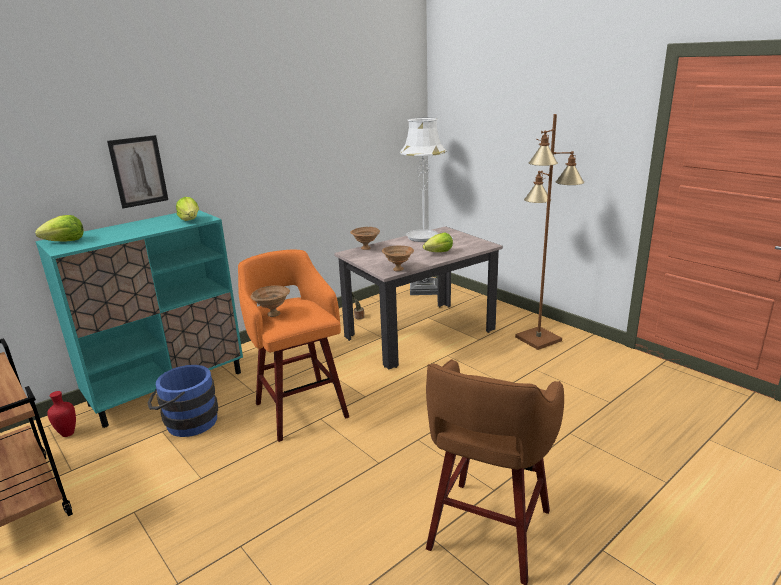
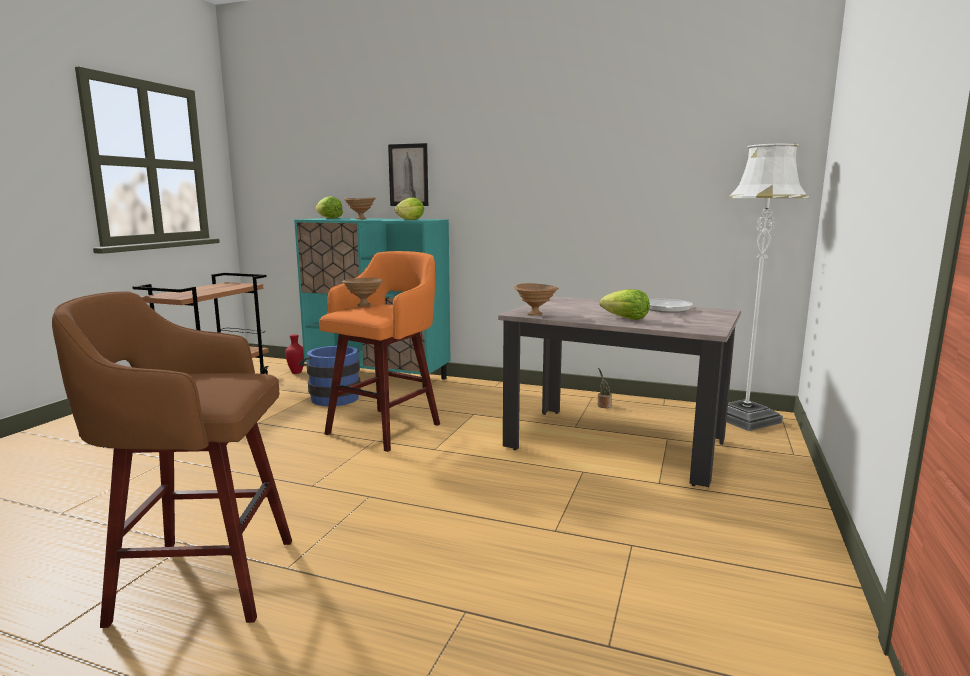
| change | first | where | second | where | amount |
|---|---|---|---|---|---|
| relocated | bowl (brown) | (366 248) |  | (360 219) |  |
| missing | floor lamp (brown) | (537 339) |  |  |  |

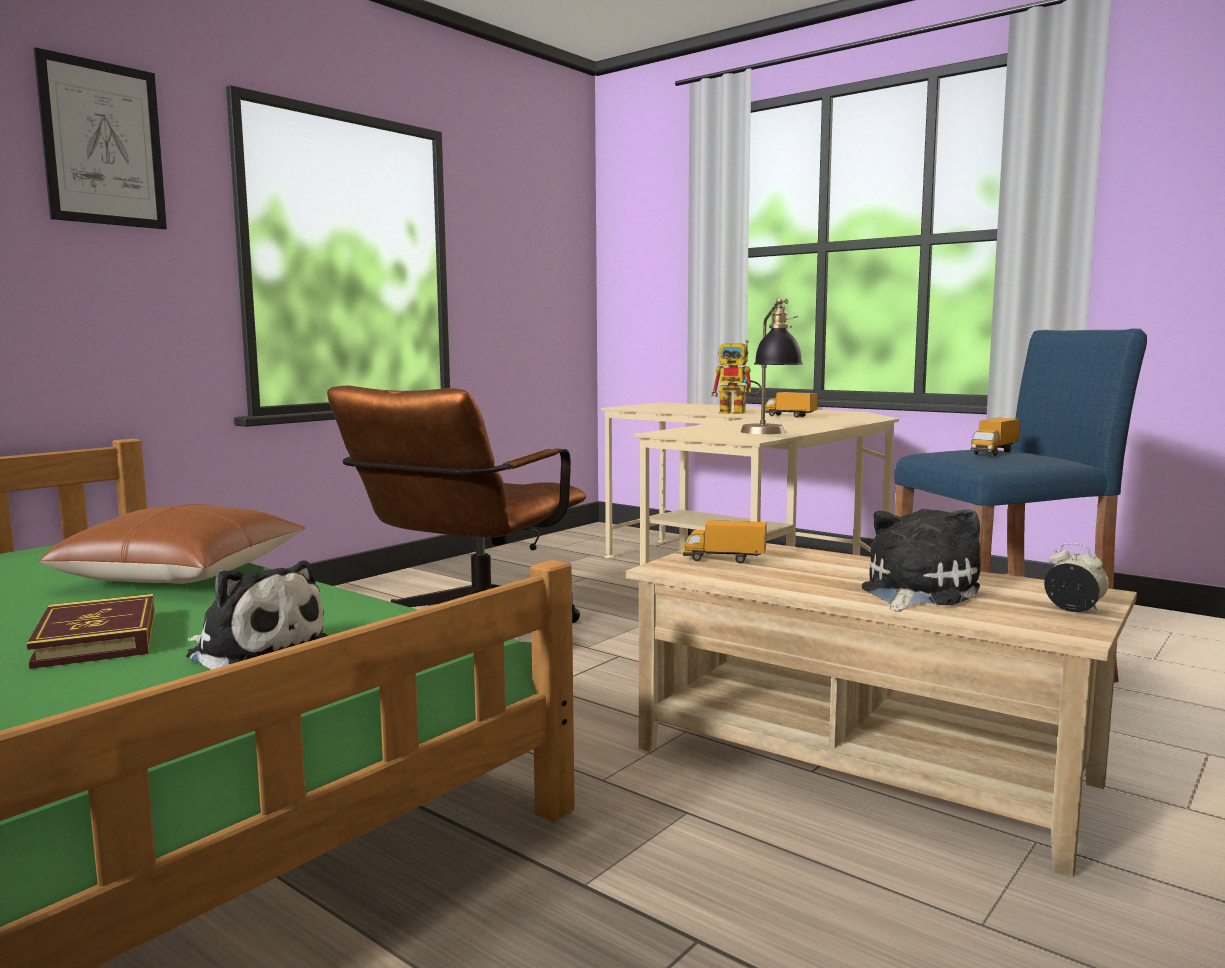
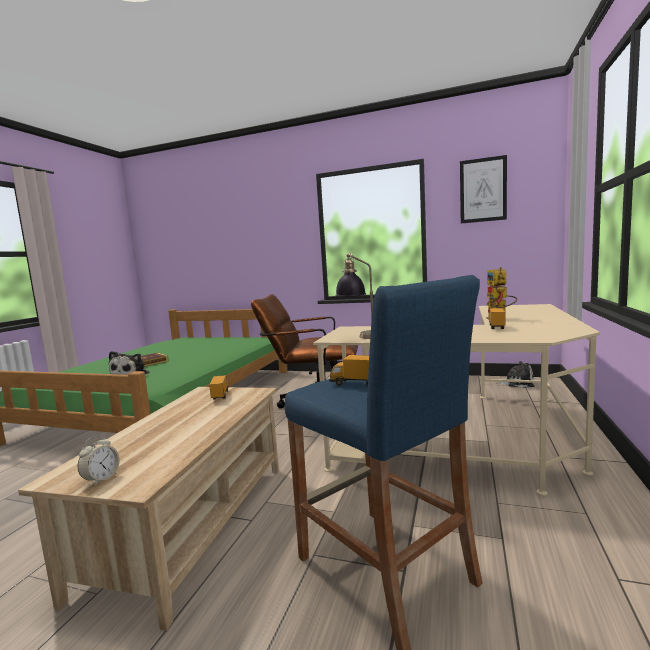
| change | first | where | second | where | amount |
|---|---|---|---|---|---|
| relocated | picture | (103 144) |  | (483 190) |  |
| missing | pillow (brown) | (184 574) |  |  |  |
| relocated | plush toy | (915 592) |  | (517 383) |  |

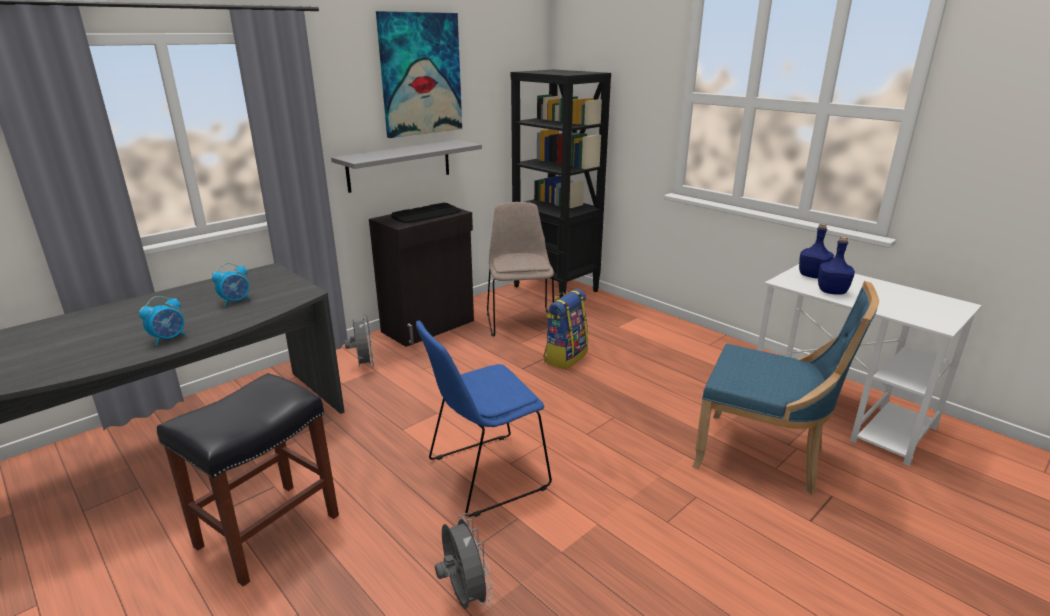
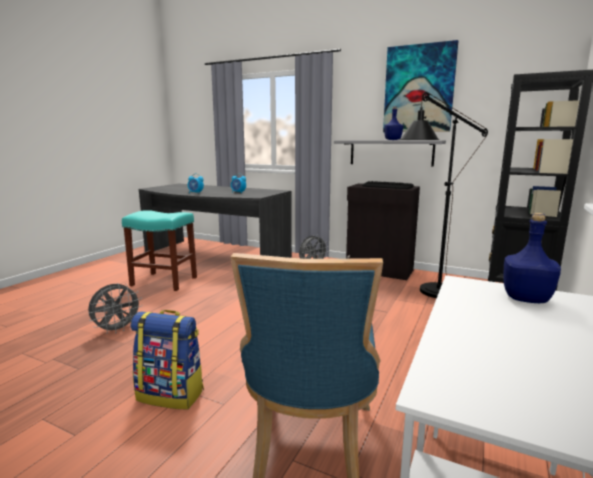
| change | first | where | second | where | amount |
|---|---|---|---|---|---|
| colour | stool (black) | (267 532) | stool (turquoise) | (163 281) |  |
| missing | chair (blue) | (484 475) |  |  |  |
| exchanged | chair (beige) | (520 321) | floor lamp (black) | (430 293) |  |
| relocated | backpack | (565 357) |  | (171 394) |  |
| relocated | bottle (blue) | (831 291) |  | (392 140) |  |

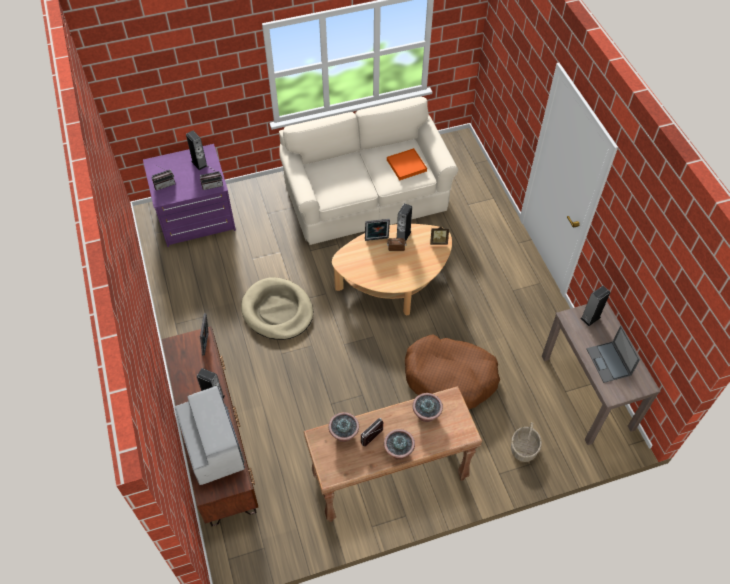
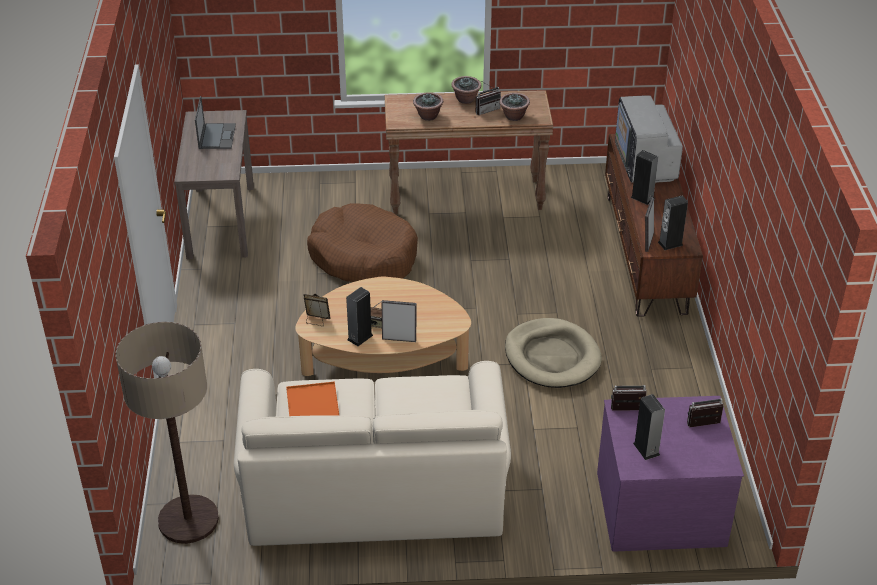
| change | first | where | second | where | amount |
|---|---|---|---|---|---|
| missing | basket | (524 449) |  |  |  |
| relocated | speaker | (590 317) |  | (670 243) |  |
| appeared |  |  | floor lamp | (188 520) |  |

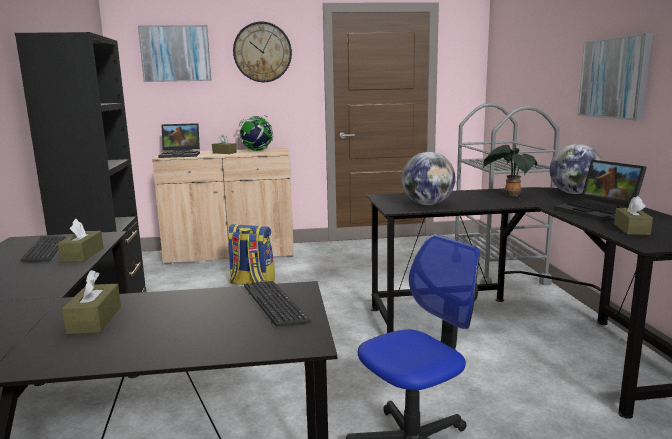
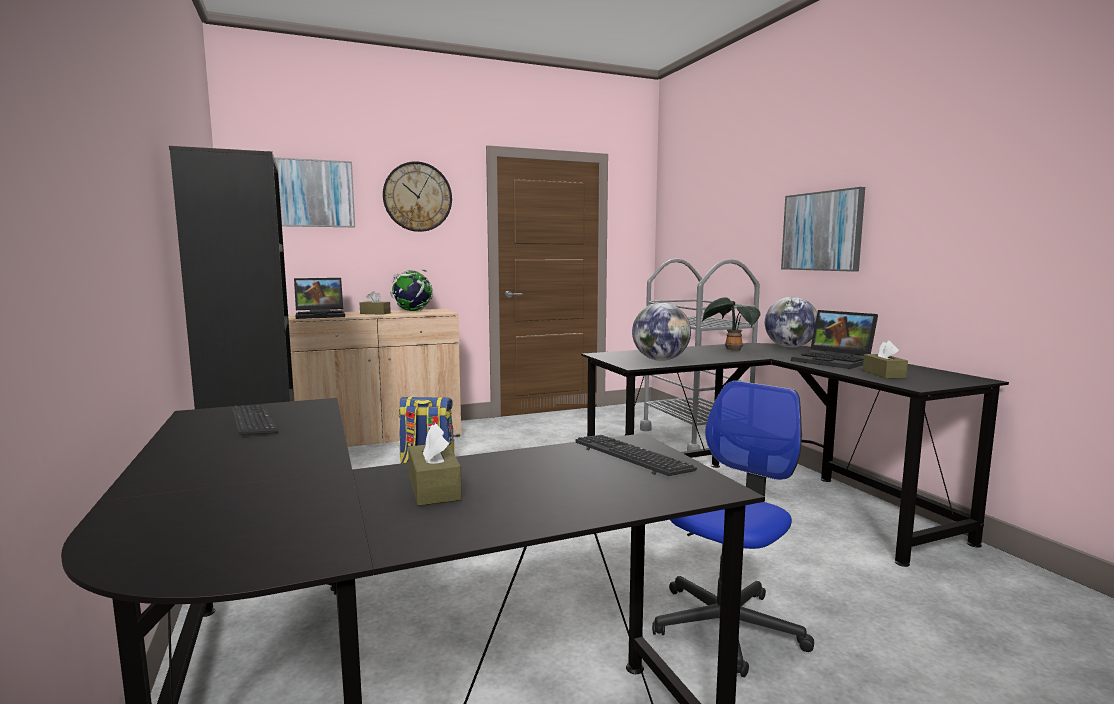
| change | first | where | second | where | amount |
|---|---|---|---|---|---|
| missing | tissue box (brown) | (82 255) |  |  |  |

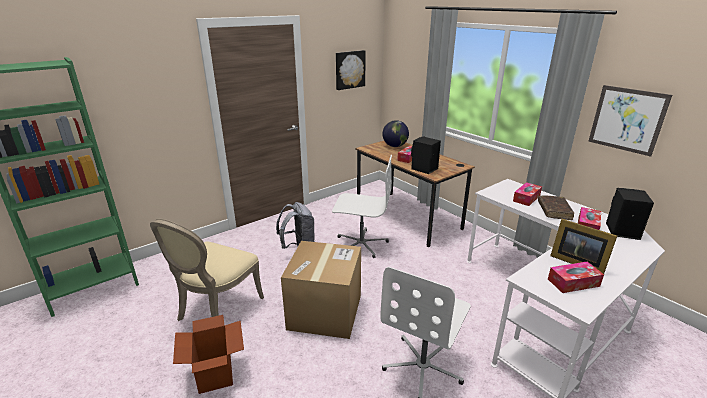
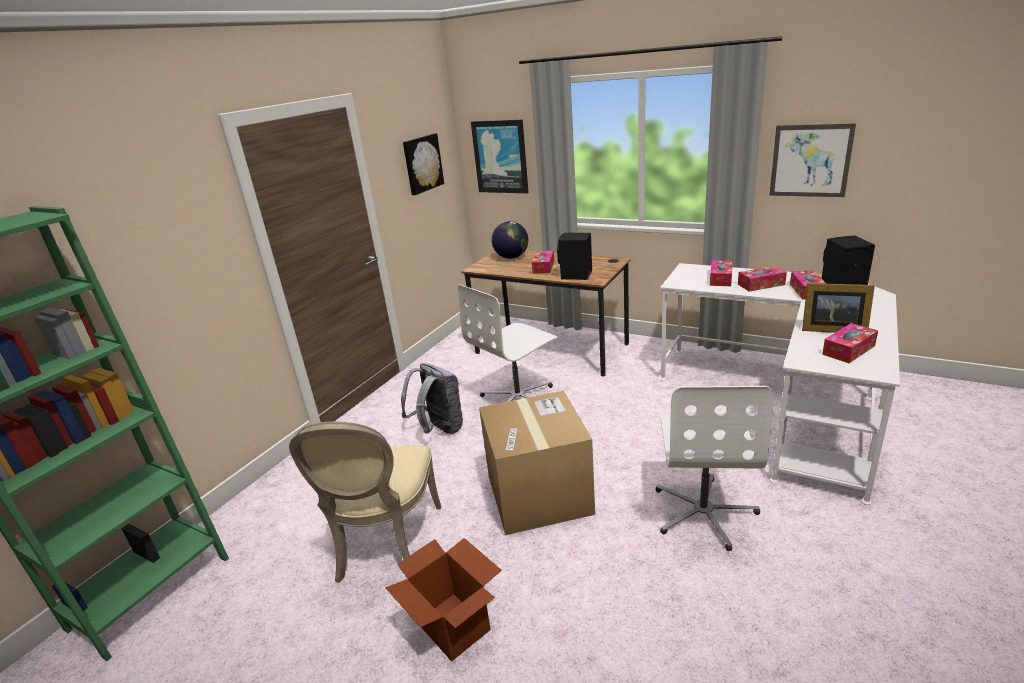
| change | first | where | second | where | amount |
|---|---|---|---|---|---|
| spun | office chair (white) | (361 244) |  | (518 397) | 150 degrees clockwise |
| exchanged | book (brown) | (554 211) | tissue box | (761 284) |  |
| appeared |  |  | picture | (500 157) |  |

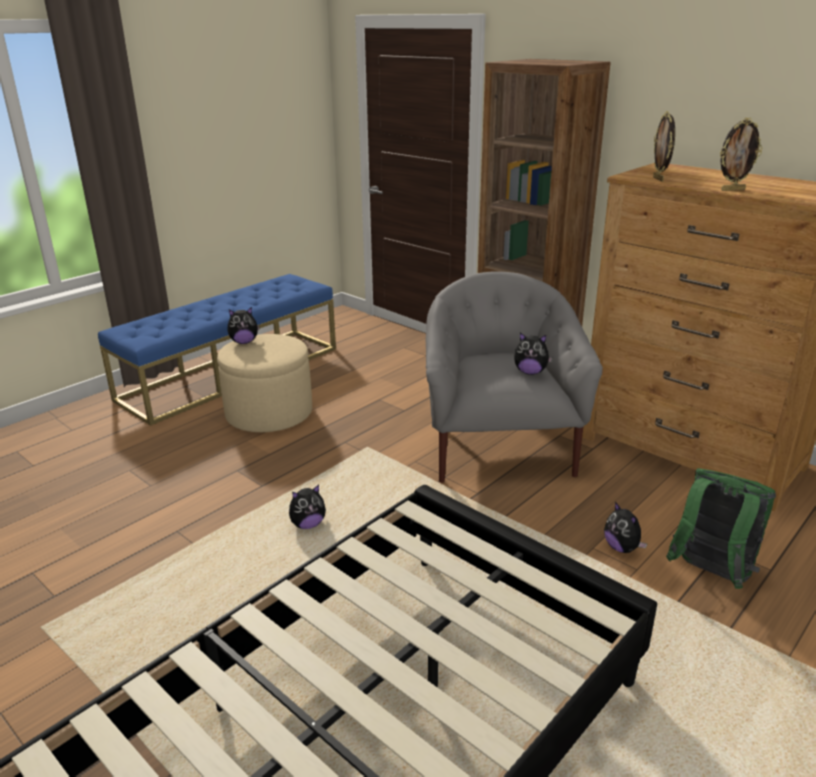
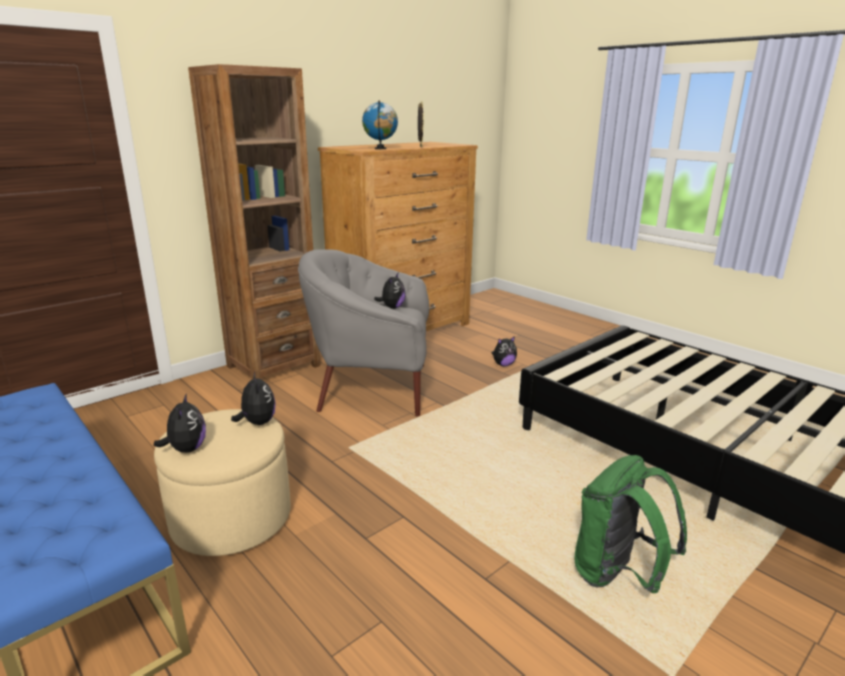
| change | first | where | second | where | amount |
|---|---|---|---|---|---|
| relocated | plush toy | (307 524) |  | (257 422) |  |
| exchanged | picture frame | (659 179) | globe | (380 149) |  |
| relocated | backpack (green) | (710 574) |  | (617 575) |  |

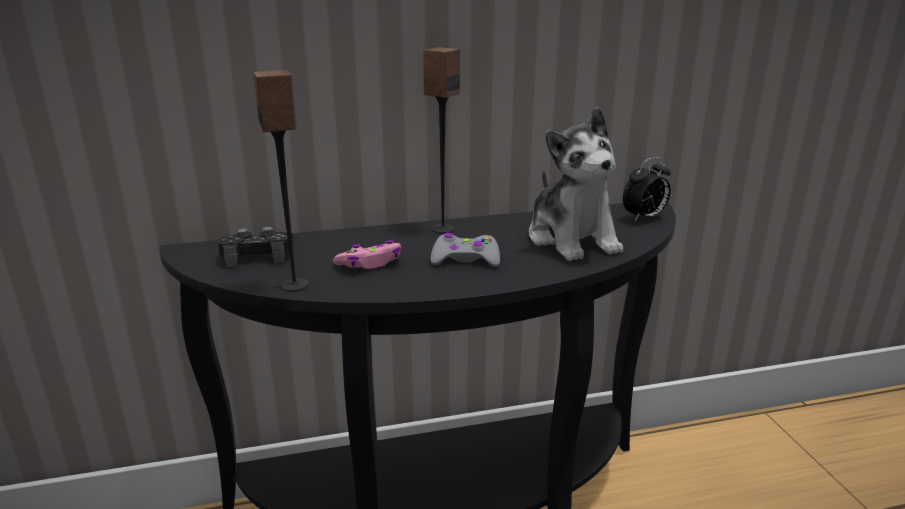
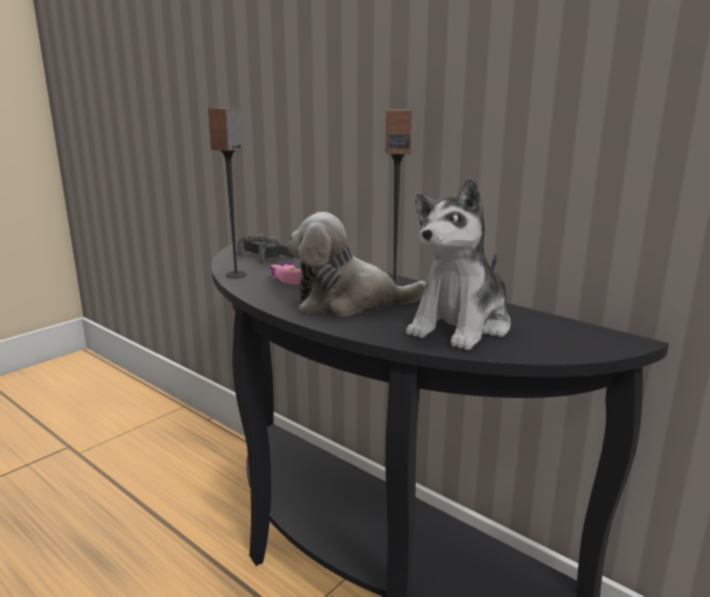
| change | first | where | second | where | amount |
|---|---|---|---|---|---|
| exchanged | game controller (grey) | (465 259) | plush toy | (349 303) |  |
| missing | alarm clock | (644 218) |  |  |  |

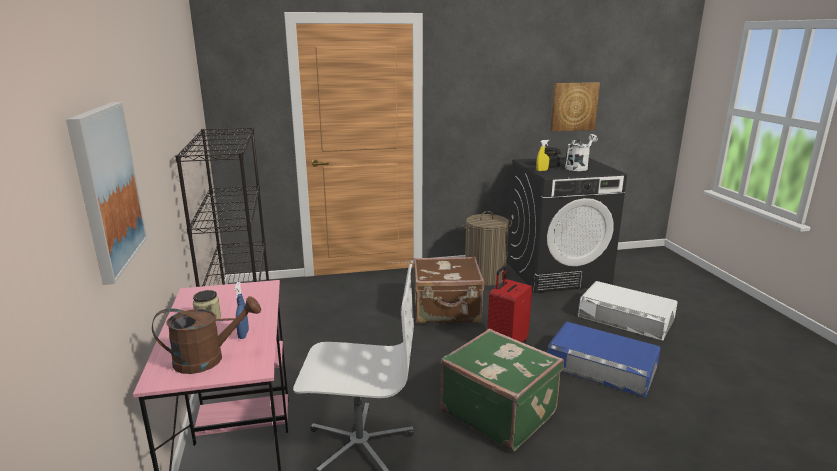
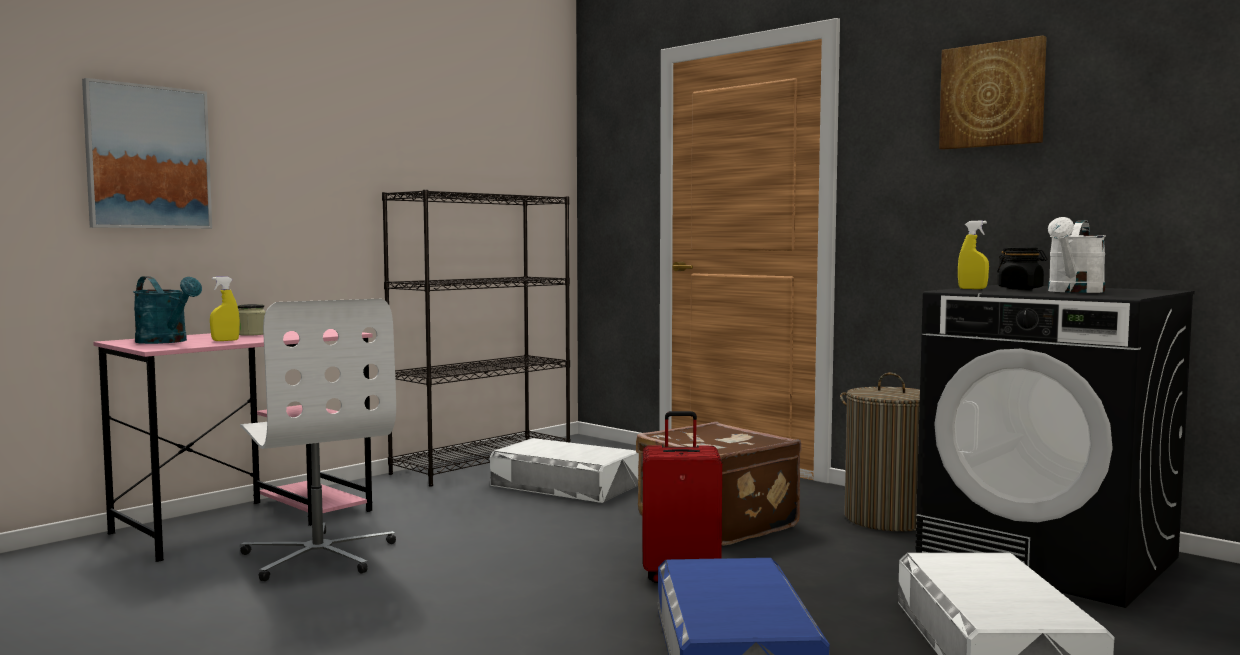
| change | first | where | second | where | amount |
|---|---|---|---|---|---|
| colour | watering can (brown) | (208 359) | watering can (turquoise) | (166 341) |  |
| colour | spray bottle (blue) | (243 334) | spray bottle (yellow) | (225 340) |  |
| missing | suitcase (green) | (499 411) |  |  |  |
| relocated | picture | (573 106) |  | (992 95) |  |
| spun | watering can (white) | (578 167) |  | (1073 292) | 120 degrees clockwise |
| appeared |  |  | storage box (white) | (565 485) |  |

